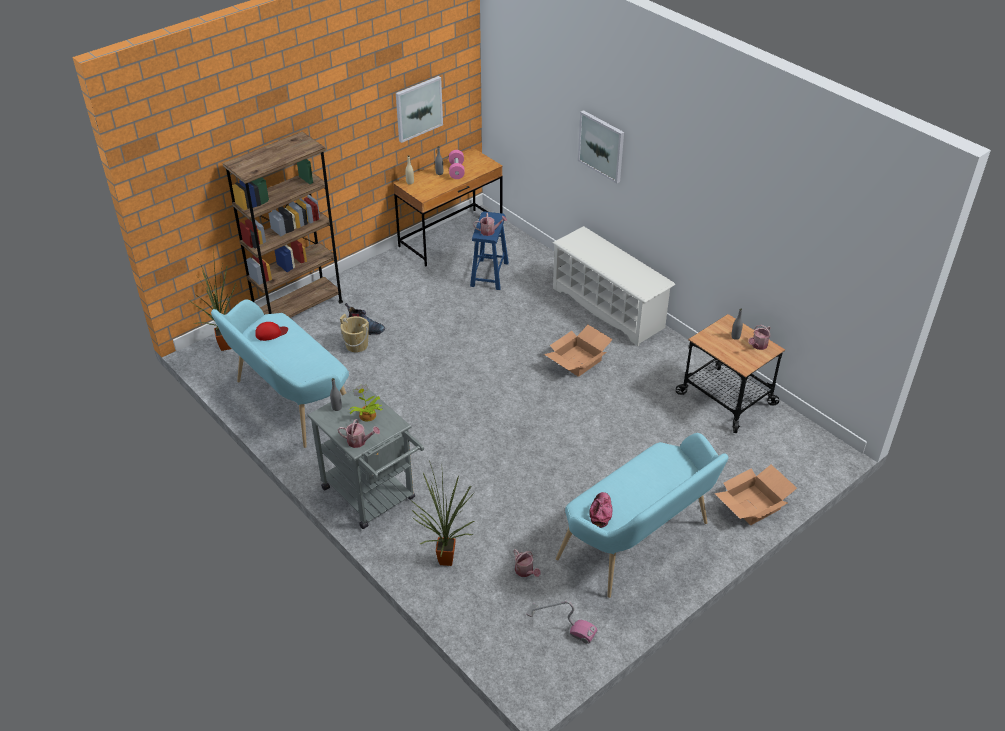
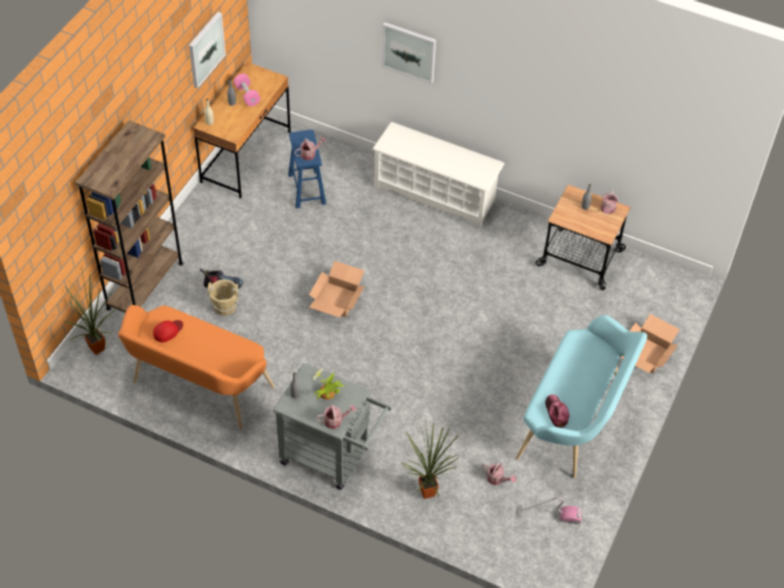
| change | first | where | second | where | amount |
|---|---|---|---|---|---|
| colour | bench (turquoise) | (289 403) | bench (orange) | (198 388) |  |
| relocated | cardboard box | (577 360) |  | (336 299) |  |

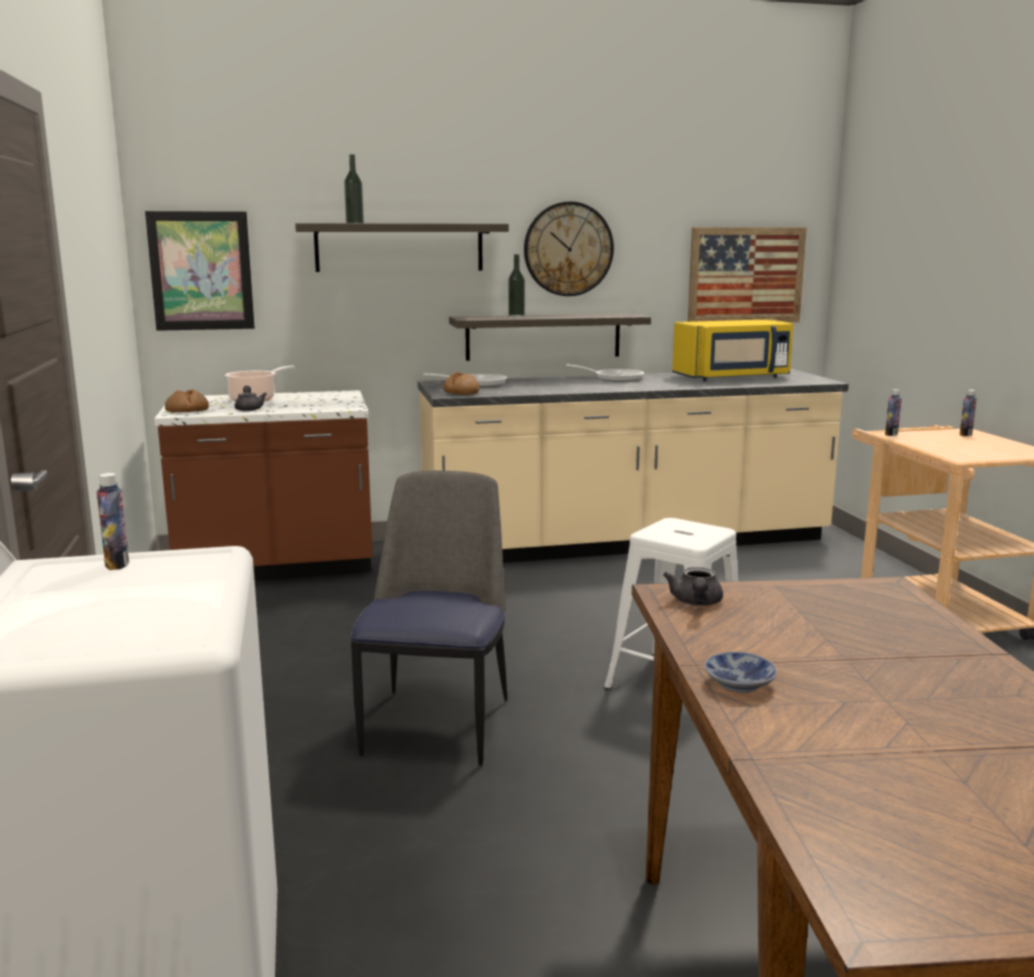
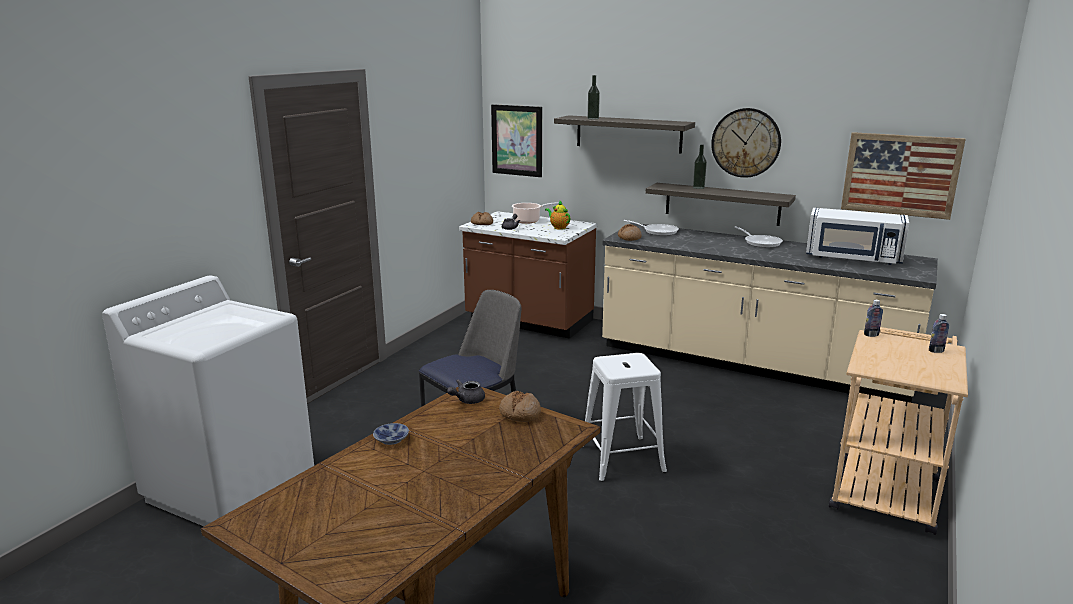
| change | first | where | second | where | amount |
|---|---|---|---|---|---|
| missing | bottle | (117 564) |  |  |  |
| colour | microwave (yellow) | (733 377) | microwave (white) | (853 258) |  |
| appeared |  |  | bread | (519 414) |  |
| appeared |  |  | teapot | (558 227) |  |

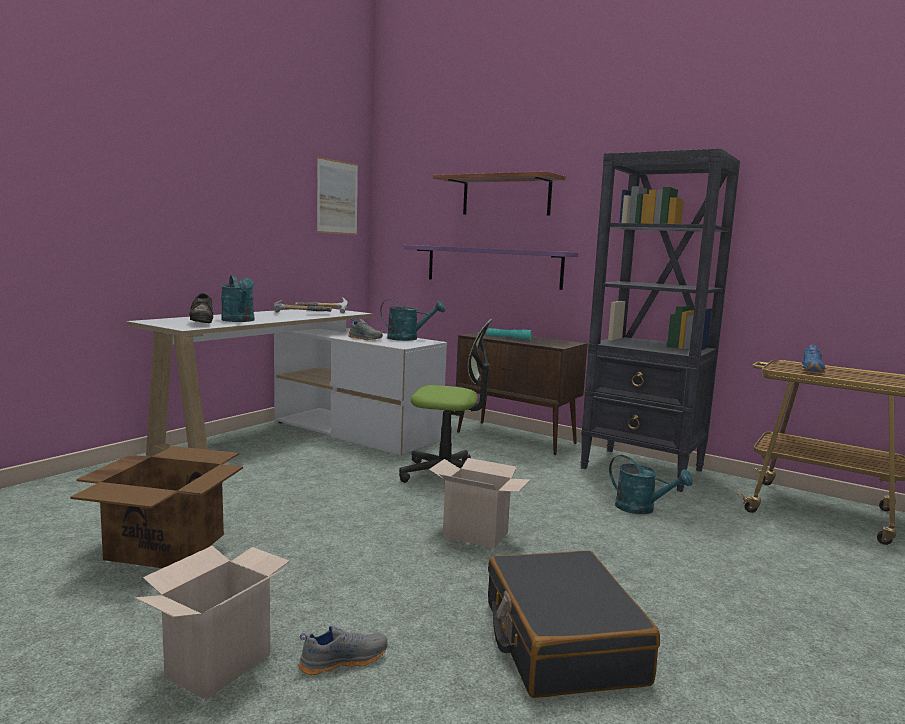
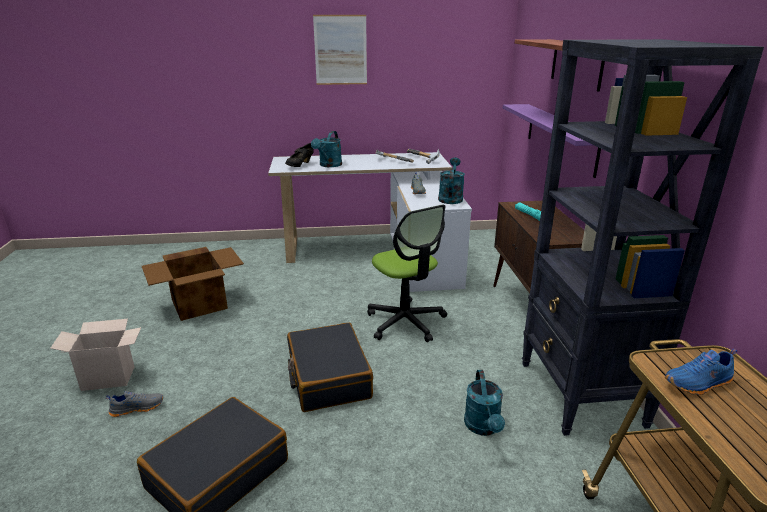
| change | first | where | second | where | amount |
|---|---|---|---|---|---|
| spun | shoe (grey) | (343 660) |  | (137 408) | 45 degrees counterclockwise |
| relocated | picture | (337 197) |  | (340 50) |  |
| spun | watering can (turquoise) | (408 338) |  | (450 198) | 135 degrees counterclockwise |
| exchanged | cardboard box | (478 534) | suitcase (black) | (328 377) |  |

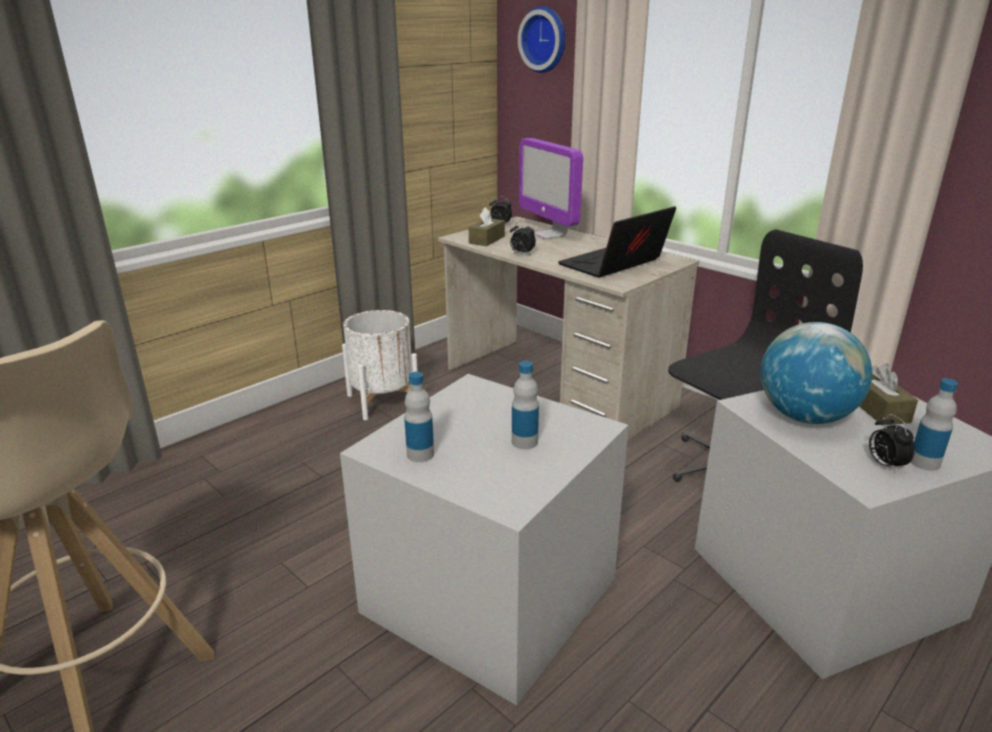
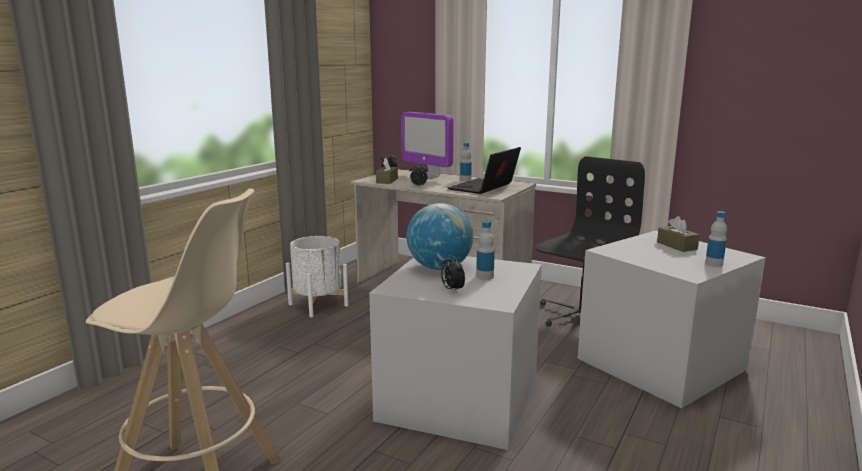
| change | first | where | second | where | amount |
|---|---|---|---|---|---|
| relocated | bottle | (420 454) |  | (465 180) |  |
| missing | wall clock | (545 39) |  |  |  |
| relocated | globe | (805 416) |  | (439 268) |  |
| relocated | alarm clock | (884 464) |  | (452 289) |  |

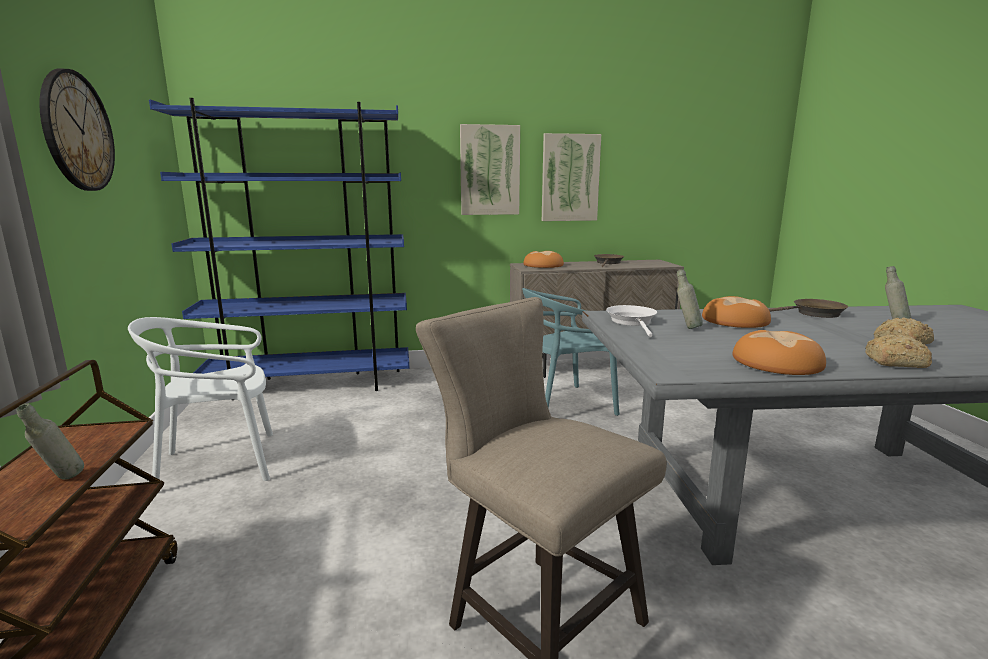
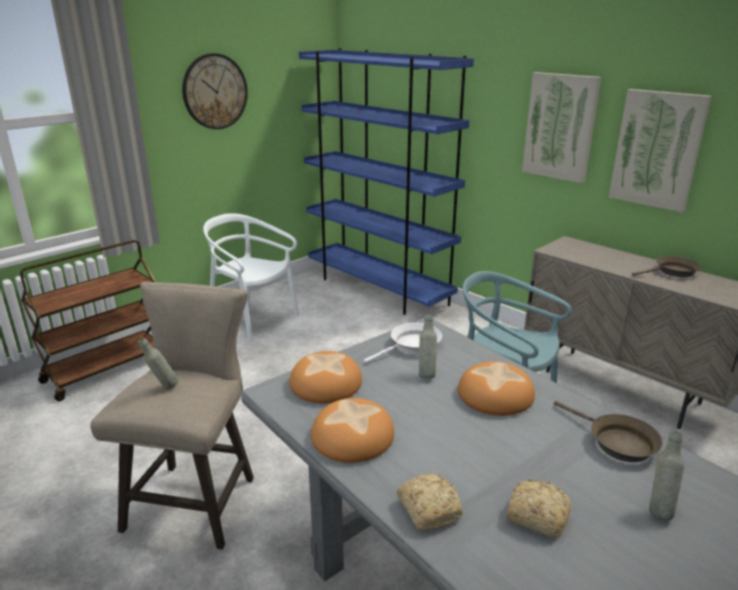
| change | first | where | second | where | amount |
|---|---|---|---|---|---|
| relocated | bottle (grey) | (61 481) |  | (163 388) |  |
| relocated | bread | (542 265) |  | (325 383) |  |

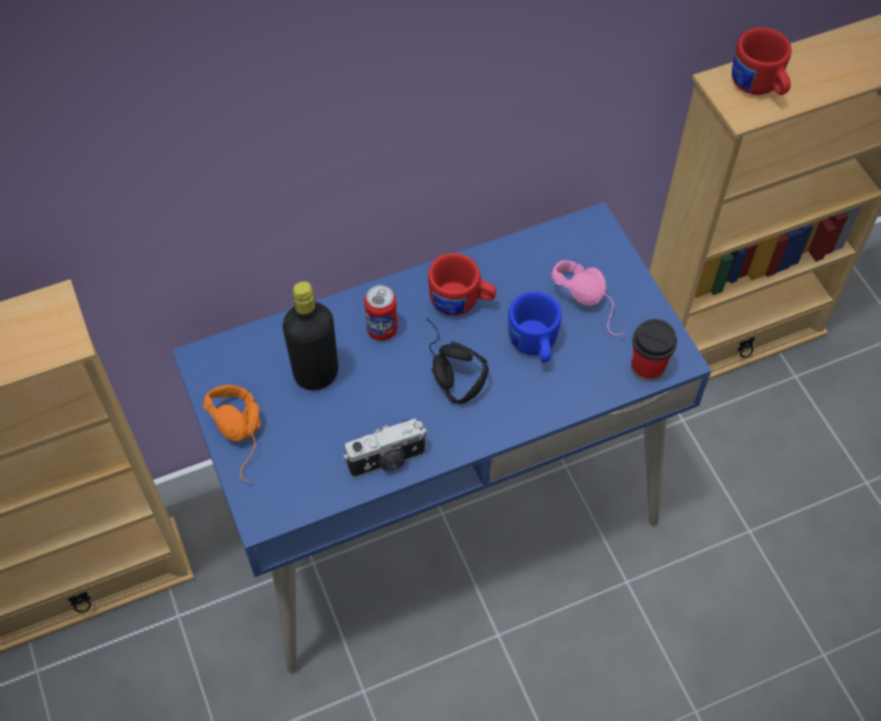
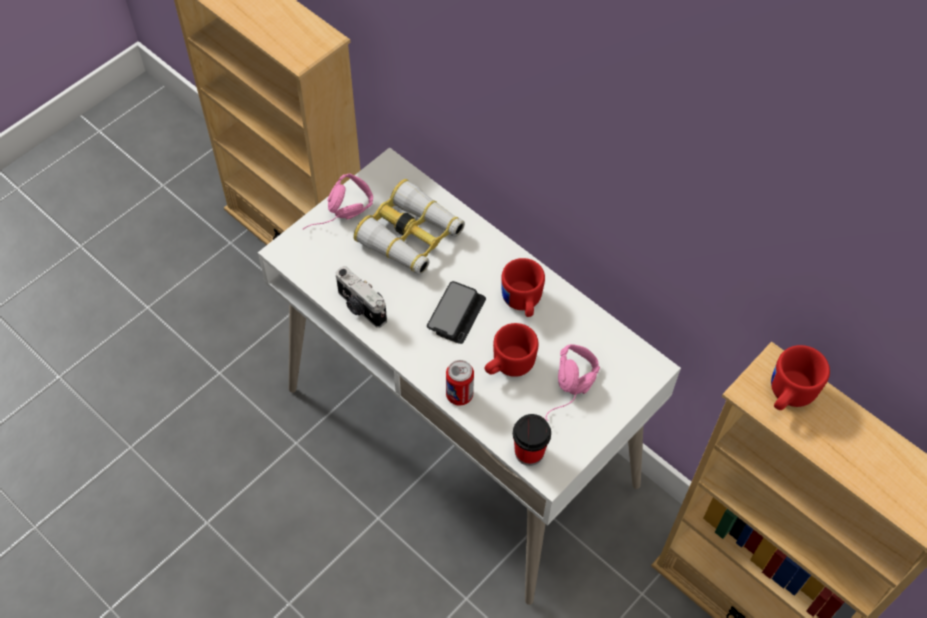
| change | first | where | second | where | amount |
|---|---|---|---|---|---|
| colour | desk (blue) | (440 511) | desk (white) | (461 436) |  |
| colour | headphones (orange) | (246 437) | headphones (pink) | (340 217) |  |
| exchanged | bottle (black) | (316 374) | binoculars | (411 236) |  |
| relocated | can | (382 329) |  | (459 395) |  |
| exchanged | headphones (black) | (444 368) | phone | (456 313) |  |
| colour | mug (blue) | (533 346) | mug (red) | (508 365) |  |

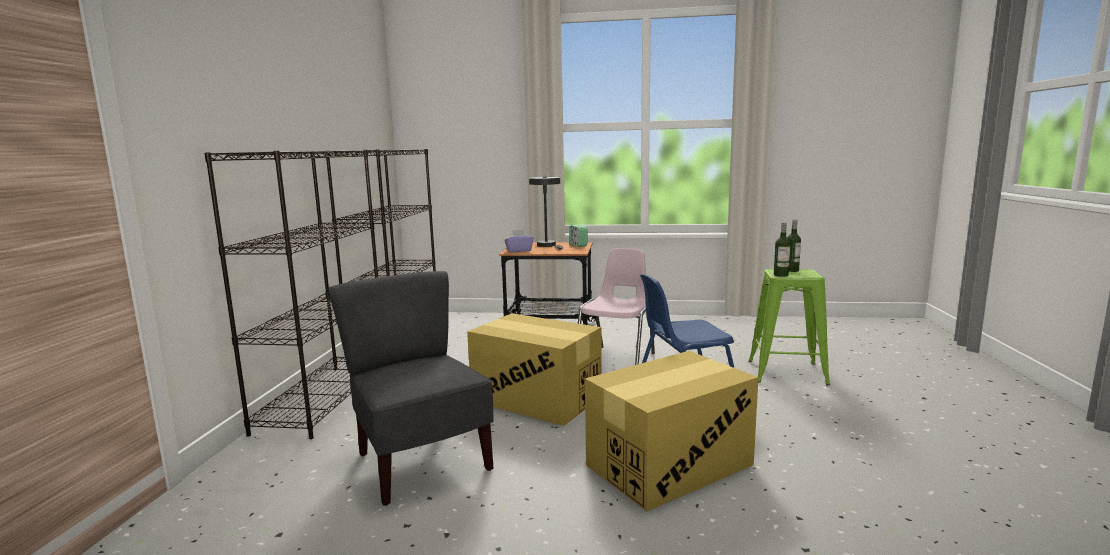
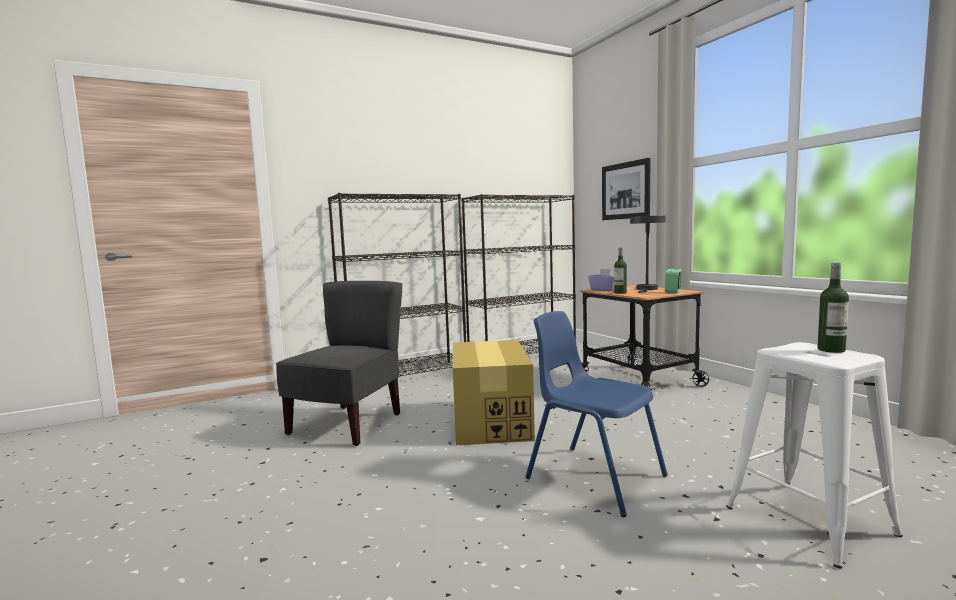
| change | first | where | second | where | amount |
|---|---|---|---|---|---|
| missing | chair (pink) | (617 361) |  |  |  |
| missing | cardboard box | (669 465) |  |  |  |
| colour | stool (green) | (788 373) | stool (white) | (810 521) |  |
| relocated | bottle | (780 275) |  | (620 293) |  |
| appeared |  |  | picture | (625 190) |  |

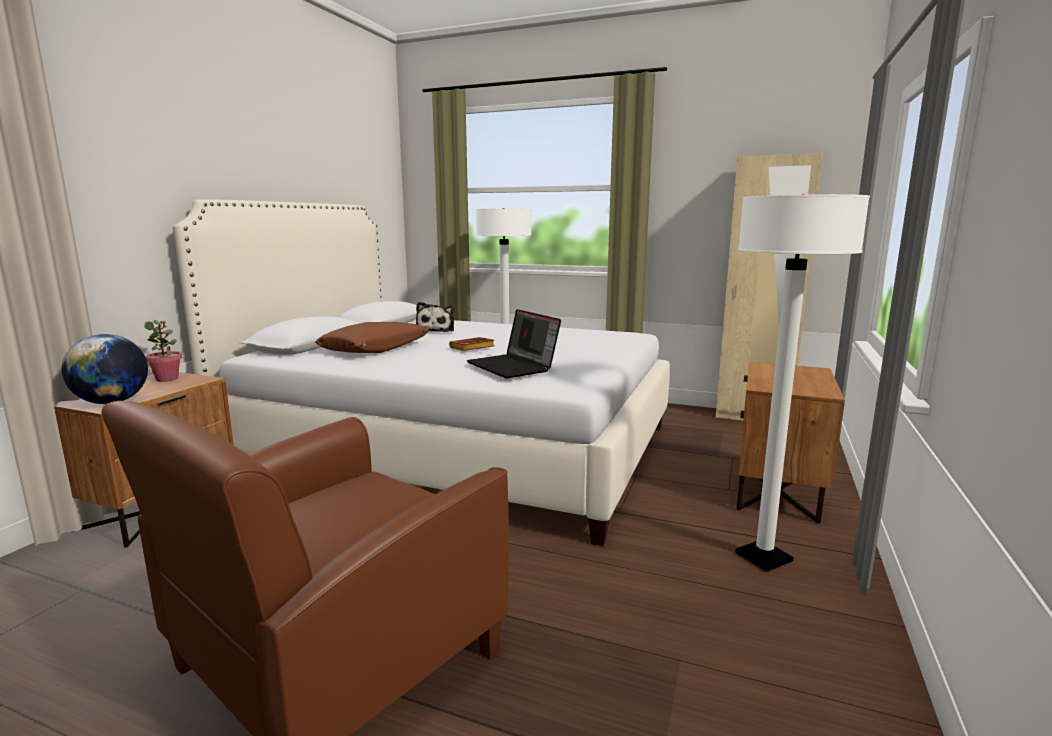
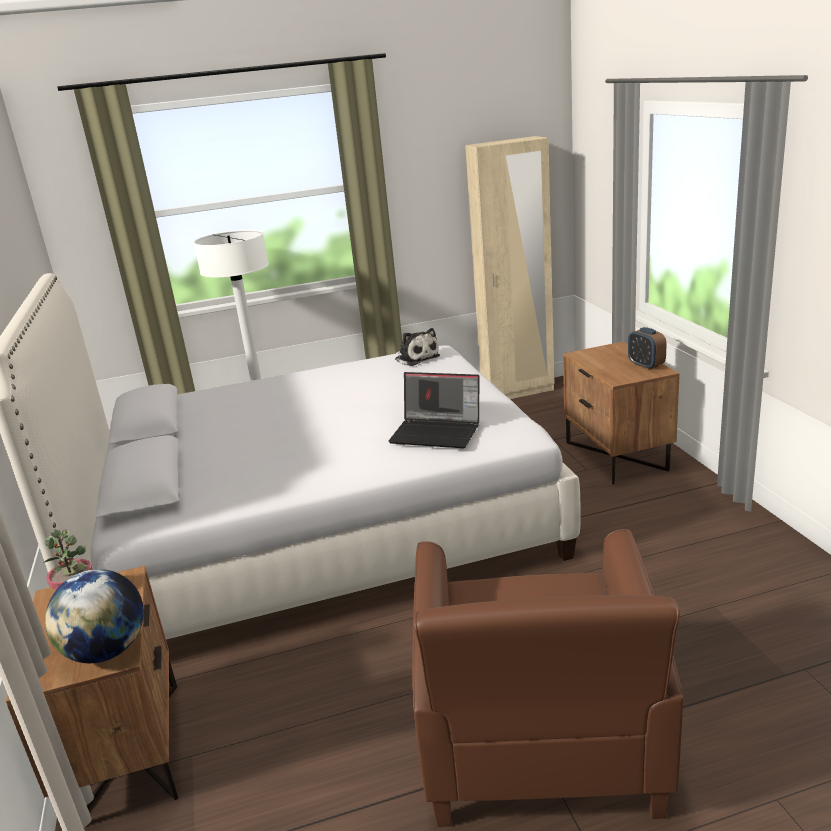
| change | first | where | second | where | amount |
|---|---|---|---|---|---|
| missing | pillow (brown) | (375 348) |  |  |  |
| relocated | plush toy | (436 330) |  | (416 358) |  |
| missing | book (brown) | (471 348) |  |  |  |
| missing | floor lamp (white) | (763 557) |  |  |  |
| appeared |  |  | alarm clock | (646 365) |  |

